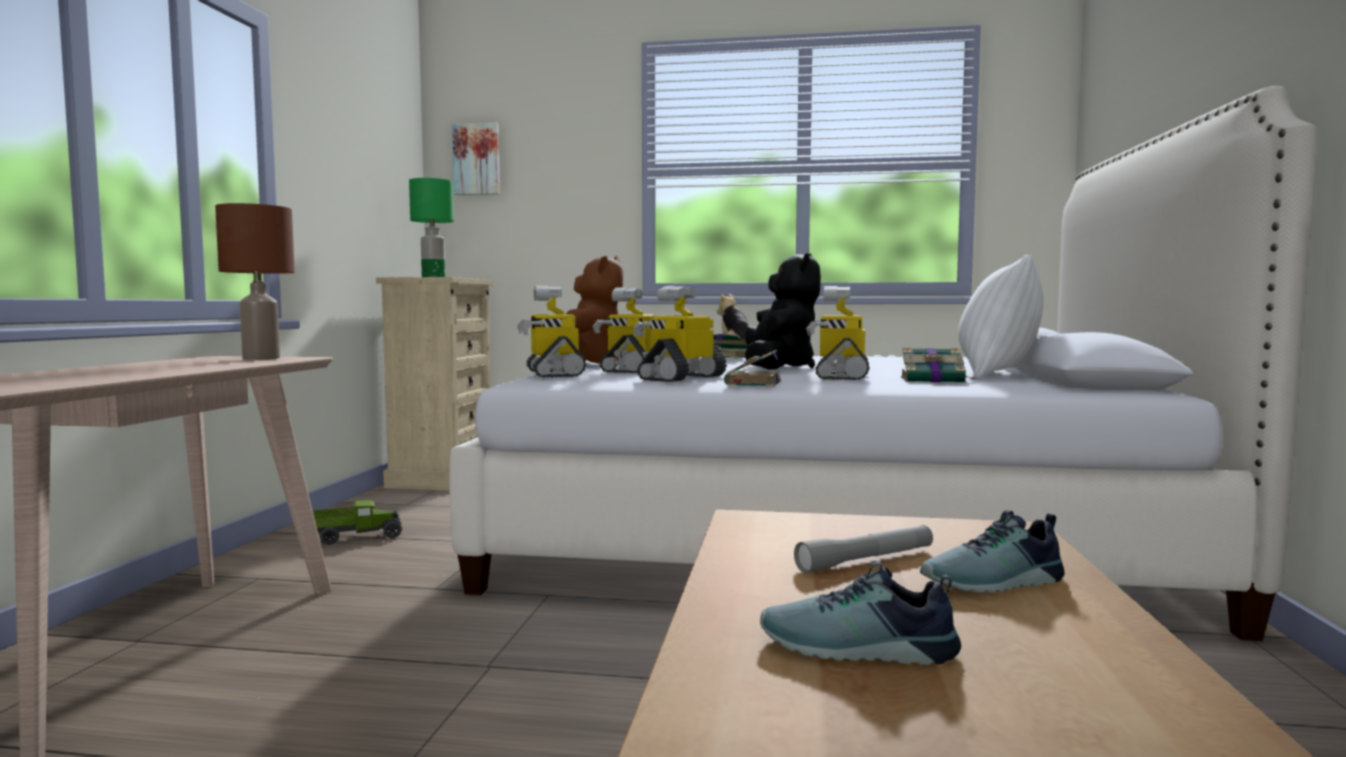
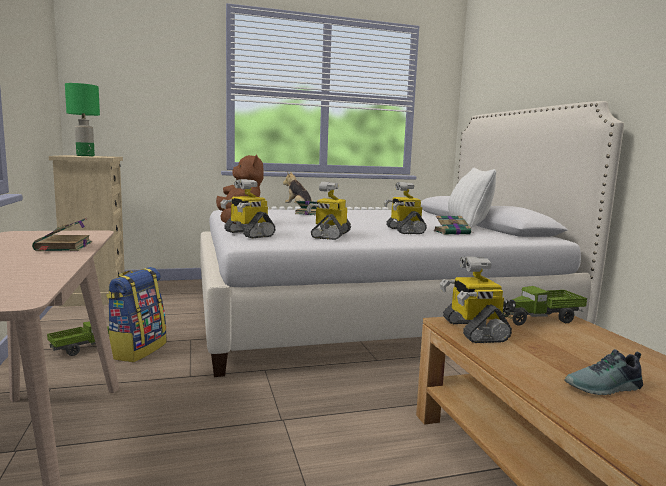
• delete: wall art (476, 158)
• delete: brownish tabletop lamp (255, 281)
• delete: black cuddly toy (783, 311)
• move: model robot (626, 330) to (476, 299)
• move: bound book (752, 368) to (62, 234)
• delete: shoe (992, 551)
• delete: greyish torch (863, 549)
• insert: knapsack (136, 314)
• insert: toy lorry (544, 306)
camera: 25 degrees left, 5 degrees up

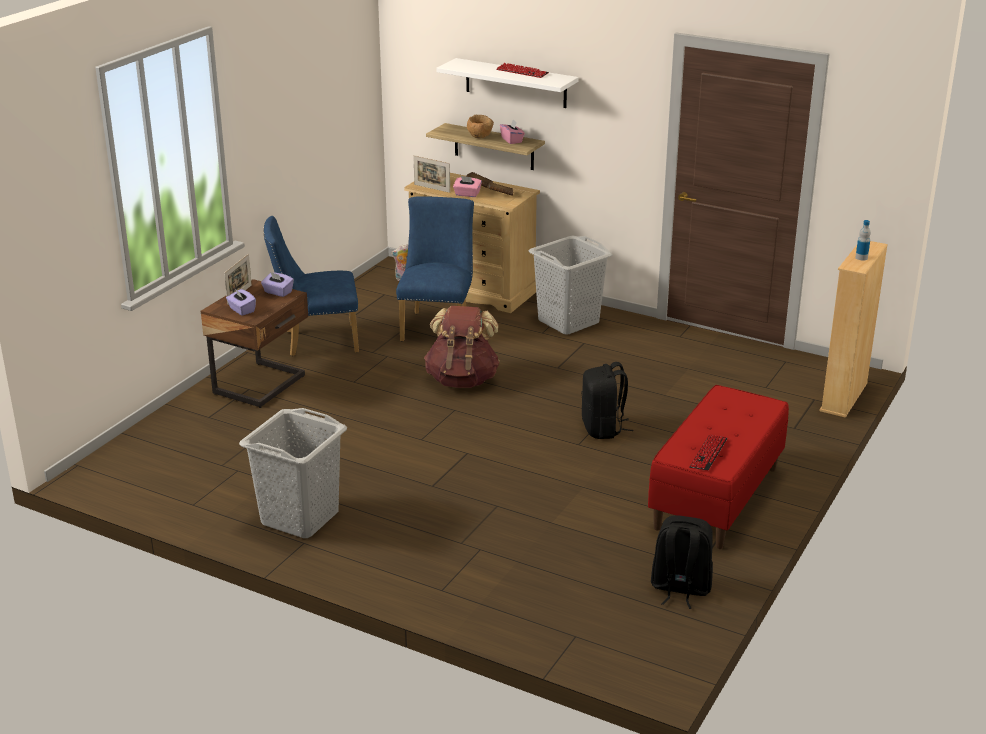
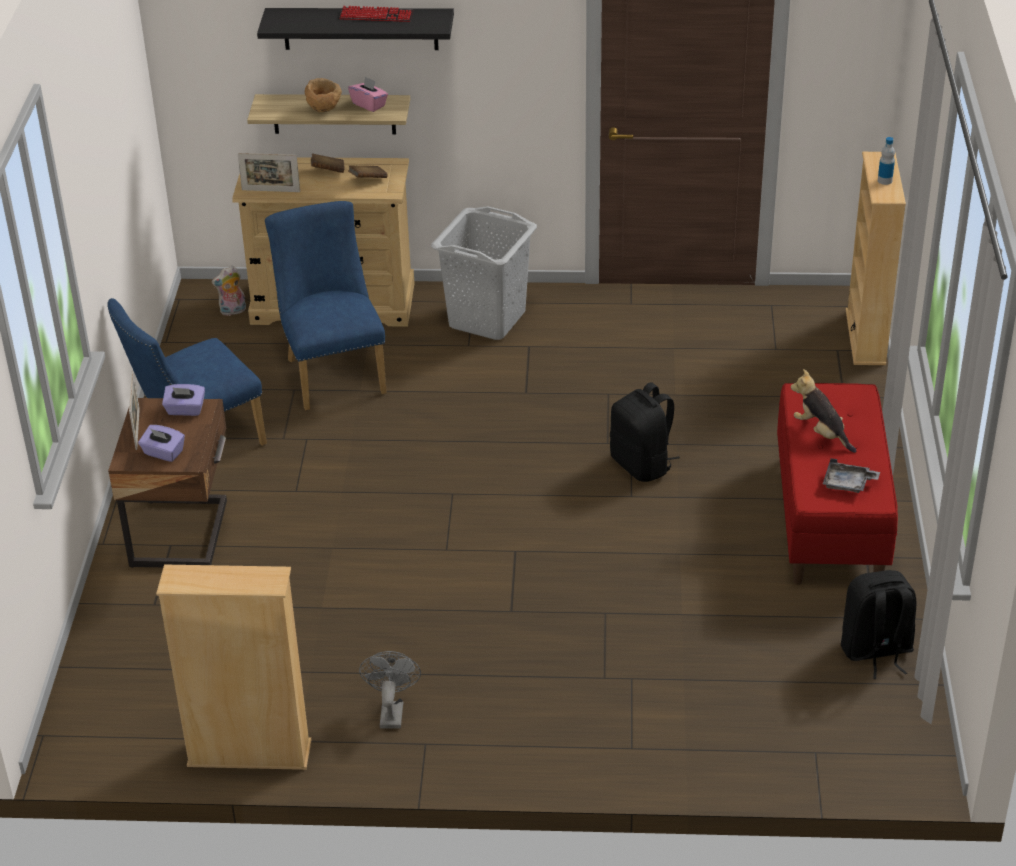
• recolor: whitish bracket shelf (507, 83) to black bracket shelf (355, 29)
• delete: pink tissue box (467, 186)
• delete: brownish knapsack (462, 347)
• replace: greyish laundry basket (293, 473) to greyish cooling fan (390, 690)
• replace: keyboard (708, 452) to greyish tray (851, 476)
• insert: cuddly toy (823, 411)
• insert: sand-coloured bookshelf (233, 667)
camera: 25 degrees left, 10 degrees up

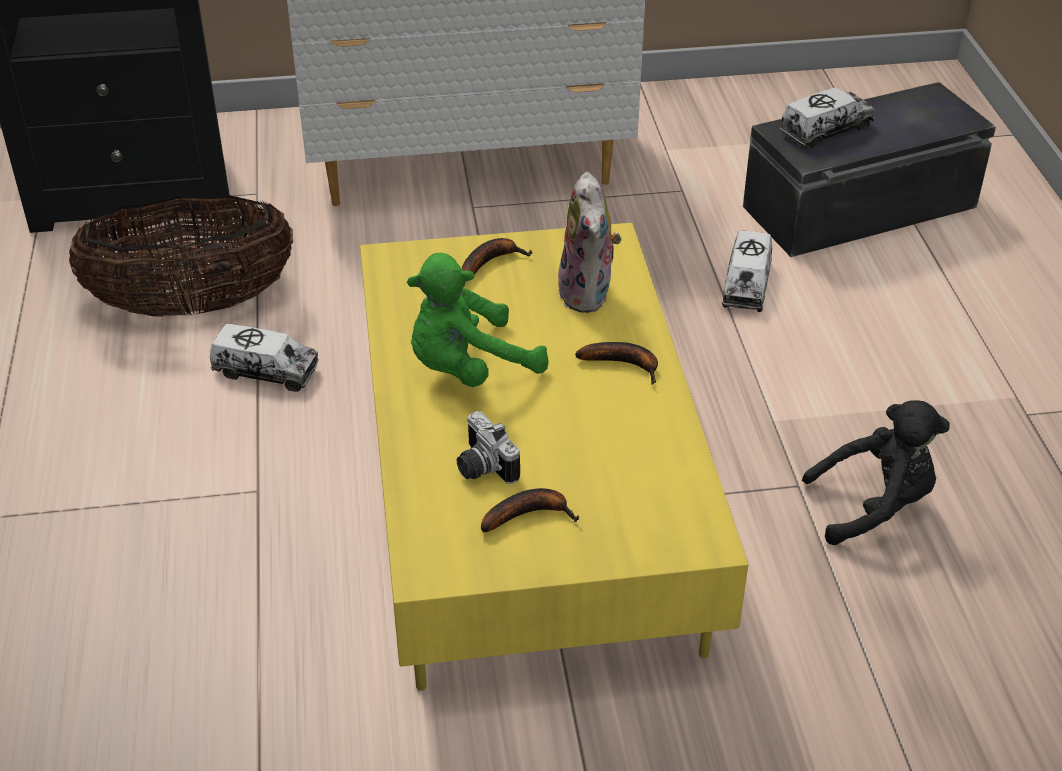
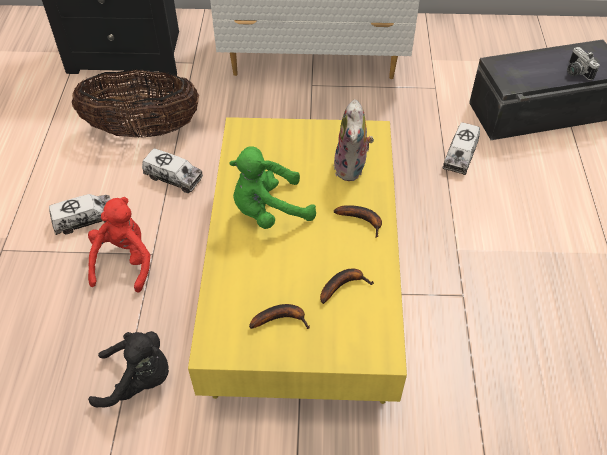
• move: toy lorry (827, 117) to (80, 214)
• move: banana (497, 256) to (347, 286)
• move: black cuddly toy (876, 472) to (128, 369)
• move: still camera (488, 447) to (583, 63)
• insert: reddish cuddly toy (119, 245)
camera: 10 degrees right, 10 degrees up

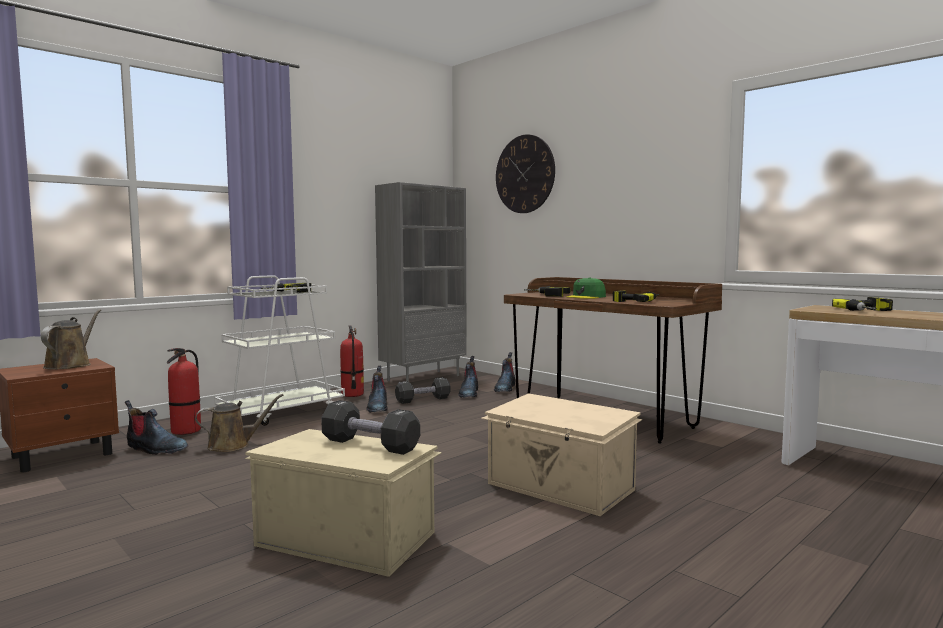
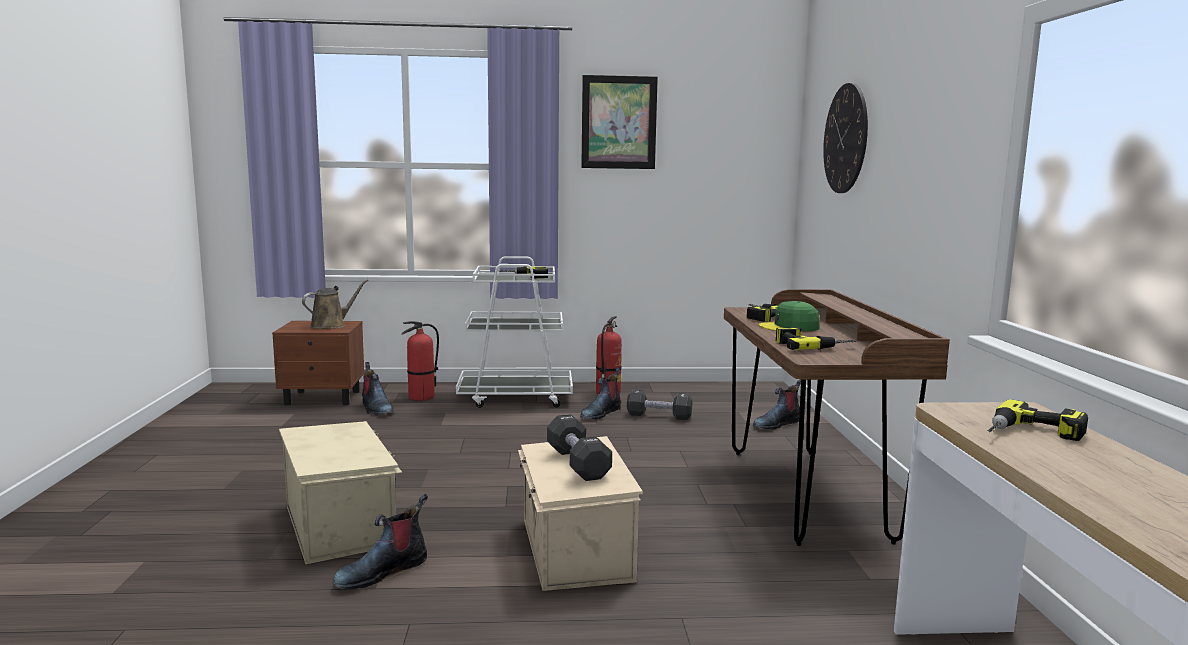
• delete: greyish bookshelf (421, 282)
• move: high-top boot (468, 377) to (380, 541)
• delete: brownish watering can (239, 423)
• move: black free weight (370, 427) to (579, 447)
• insert: wall art (619, 122)
camera: 40 degrees right, 5 degrees up

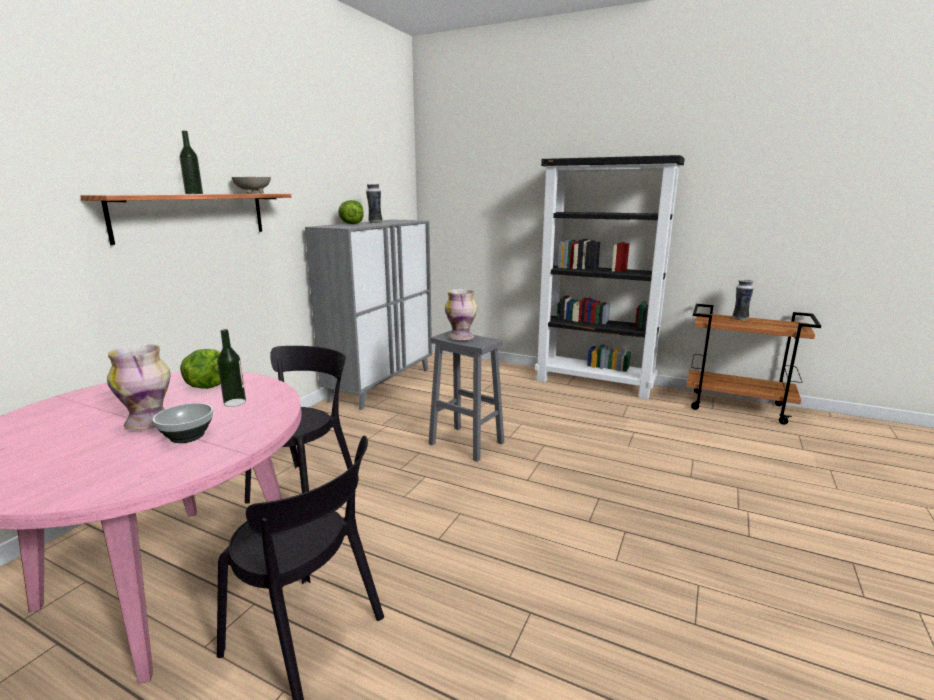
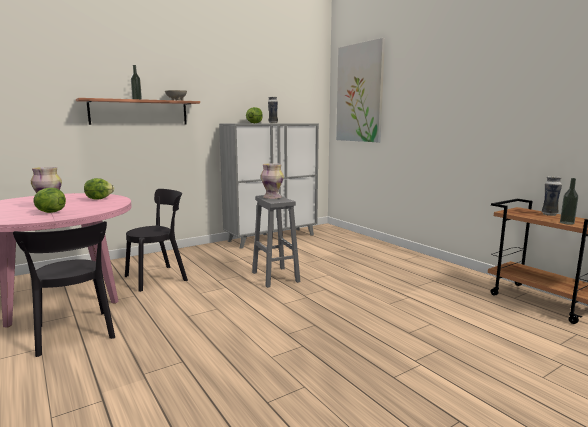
• delete: black bookshelf (610, 277)
• move: beverage bottle (231, 368) to (569, 201)
• replace: serving bowl (183, 423) to head of lettuce (49, 200)
• insert: wall art (360, 90)
camera: 30 degrees right, 5 degrees down

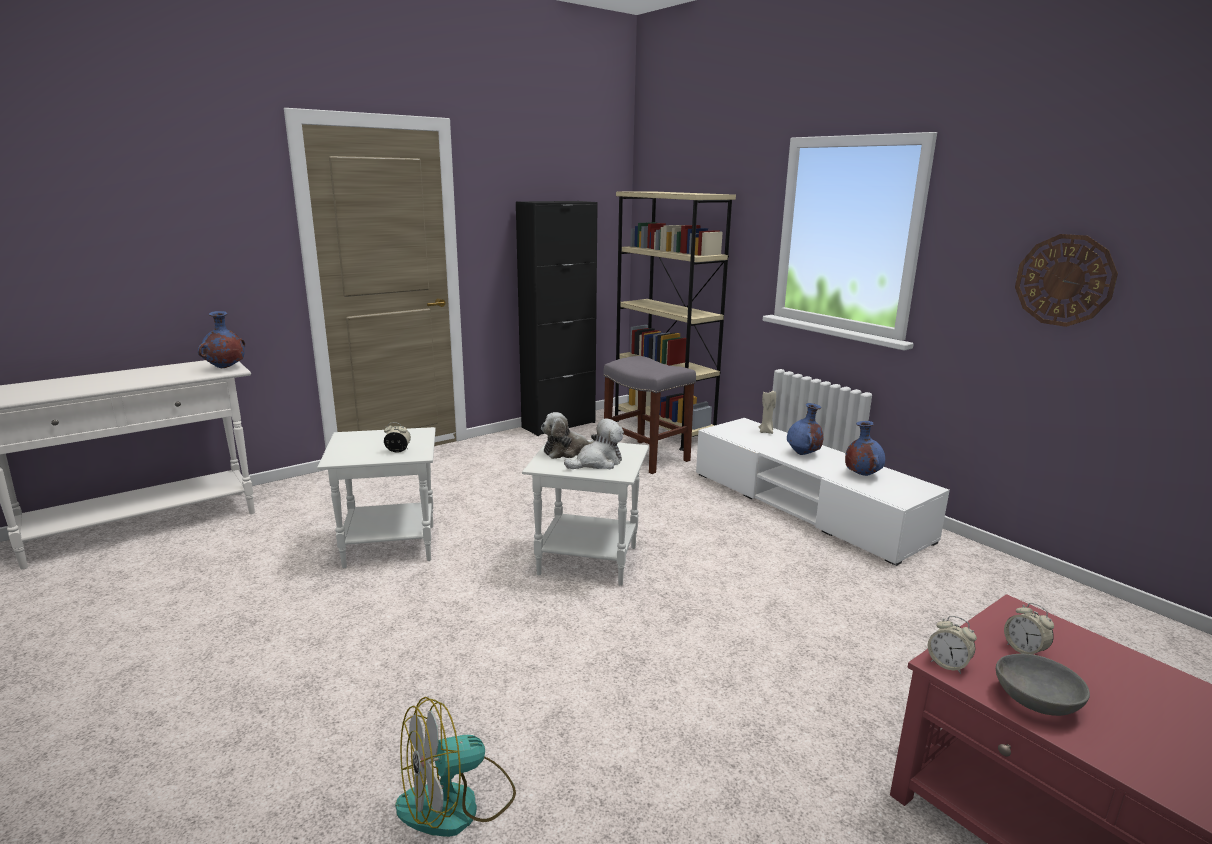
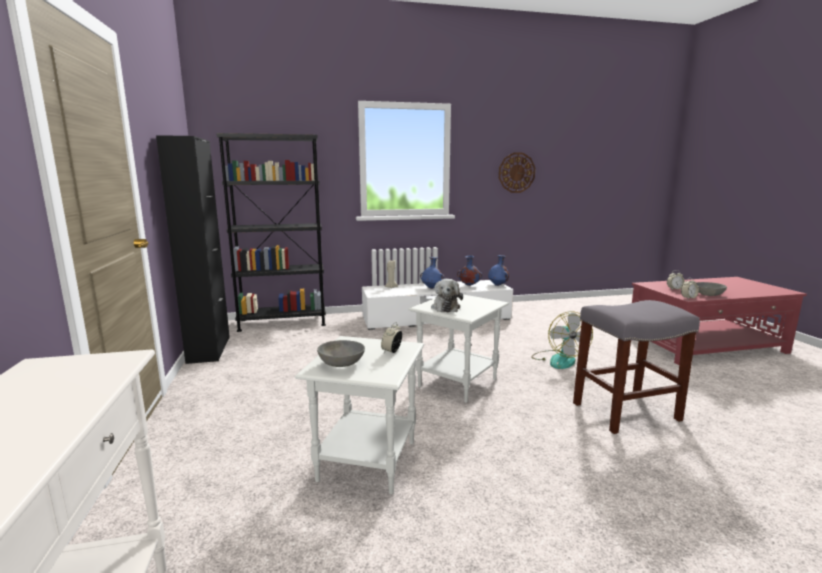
• recolor: sand-coloured bookshelf (675, 321) to black bookshelf (271, 232)
• move: bluish flower vase (221, 339) to (498, 270)
• move: greyish stool (649, 415) to (636, 367)
• delete: cuddly toy (594, 444)
• move: cooling fan (455, 767) to (562, 340)
• insert: greyish serving bowl (341, 353)
camera: 65 degrees left, 5 degrees down

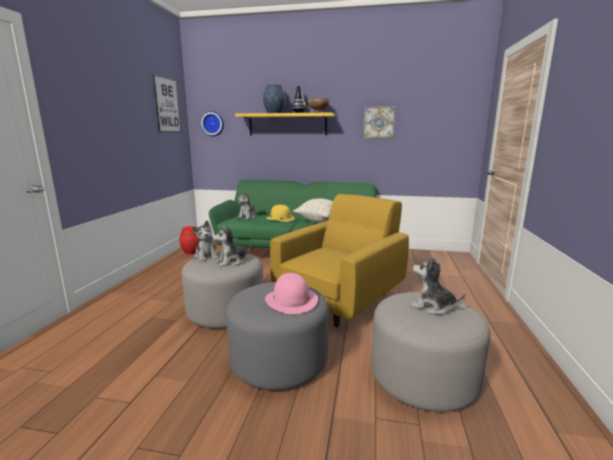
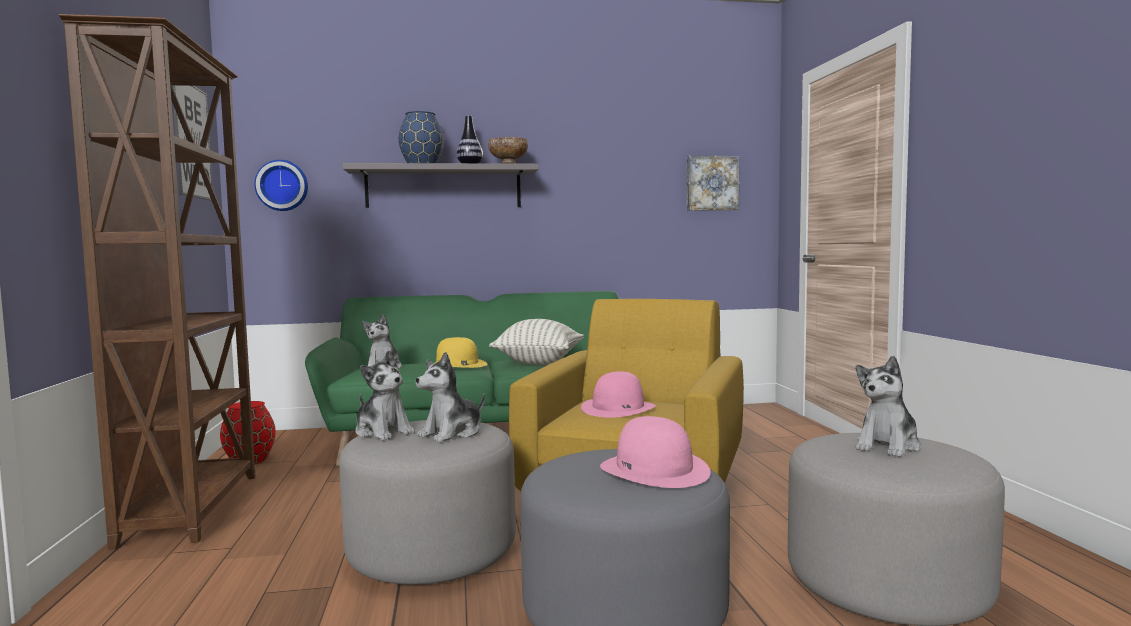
• move: wall art (379, 122) to (713, 183)
• recolor: yellow bracket shelf (285, 124) to greyish bracket shelf (440, 185)
• rotate: cuddly toy (438, 286) = (888, 406) 60 degrees counterclockwise
• insert: brownish bookshelf (157, 282)
• insert: pink hat (618, 394)
camera: 20 degrees left, 10 degrees down

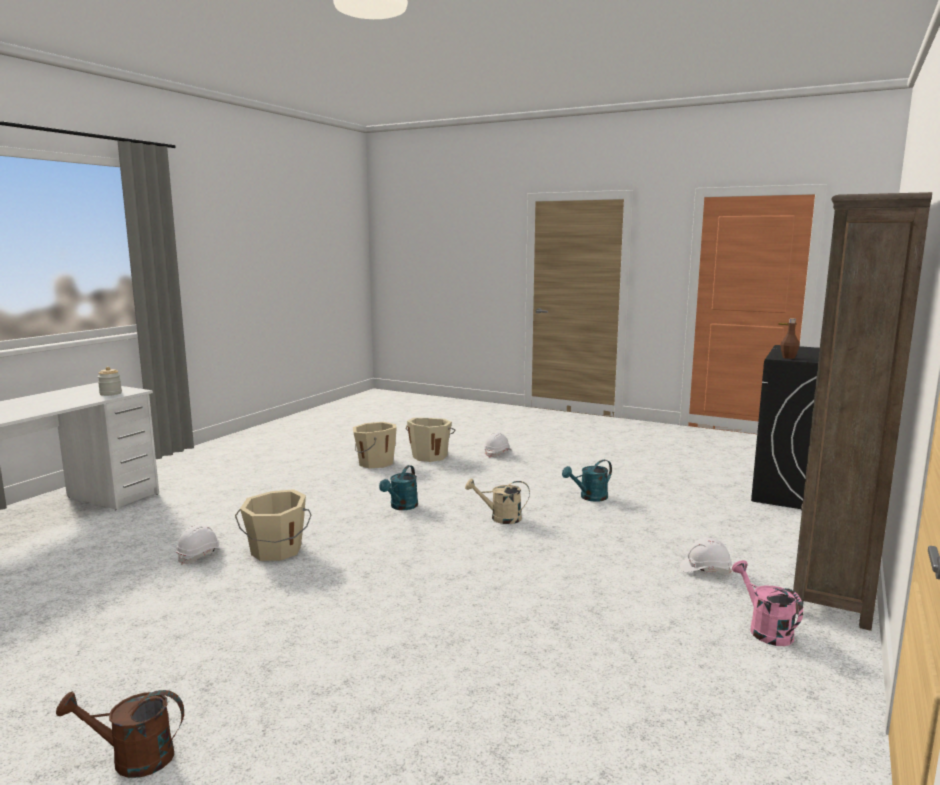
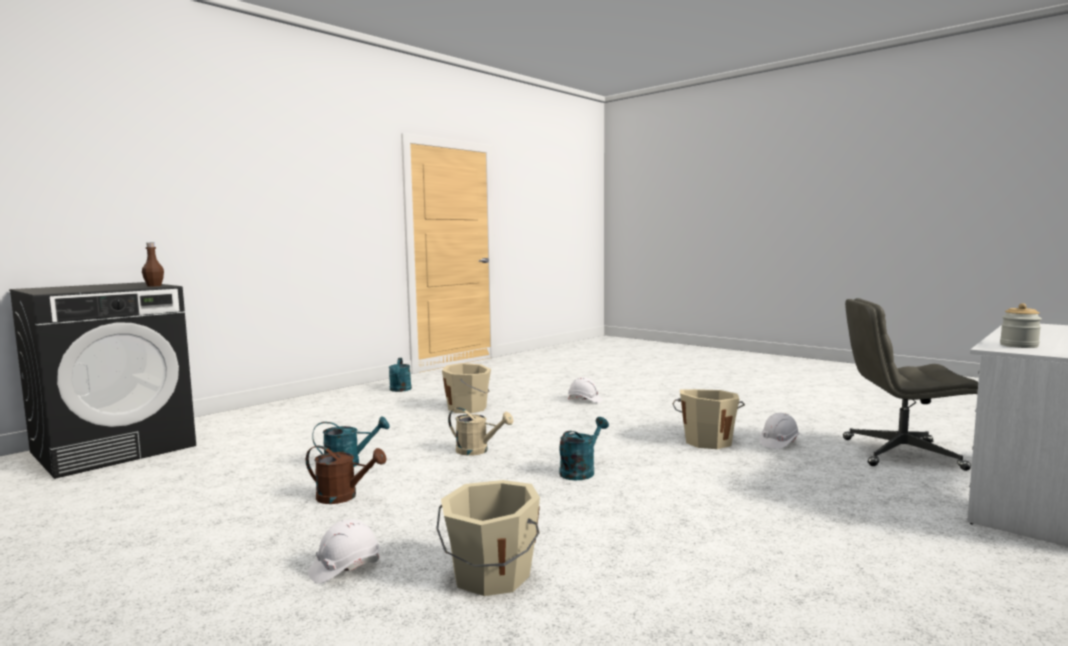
• delete: brownish bookshelf (862, 411)
• move: sand-coloured water bucket (375, 445) to (466, 388)
• move: whitish safety helmet (706, 556) to (585, 390)
• recolor: pink watering can (767, 603) to turquoise watering can (400, 375)
• move: brownish watering can (120, 734) to (346, 474)
• insert: greyish office chair (910, 384)
camera: 165 degrees left, 5 degrees down

